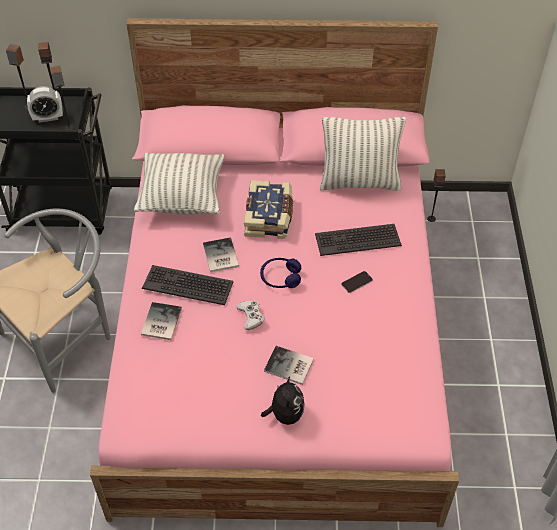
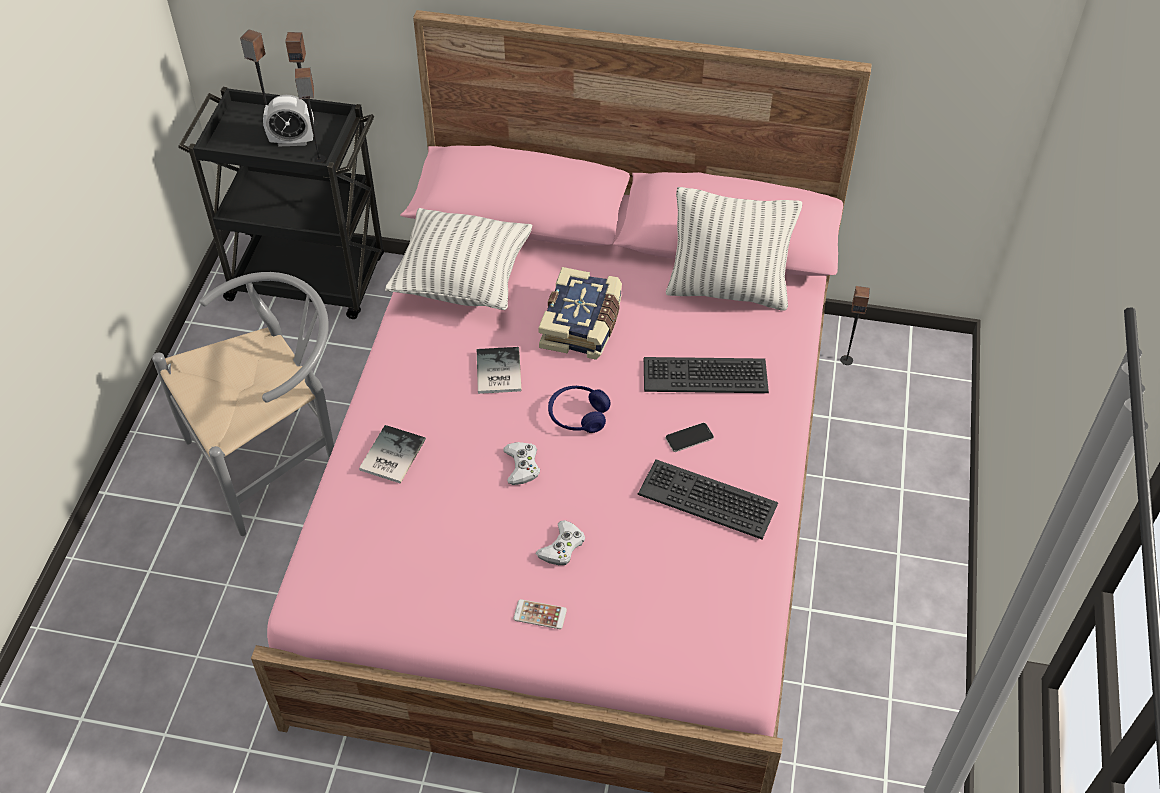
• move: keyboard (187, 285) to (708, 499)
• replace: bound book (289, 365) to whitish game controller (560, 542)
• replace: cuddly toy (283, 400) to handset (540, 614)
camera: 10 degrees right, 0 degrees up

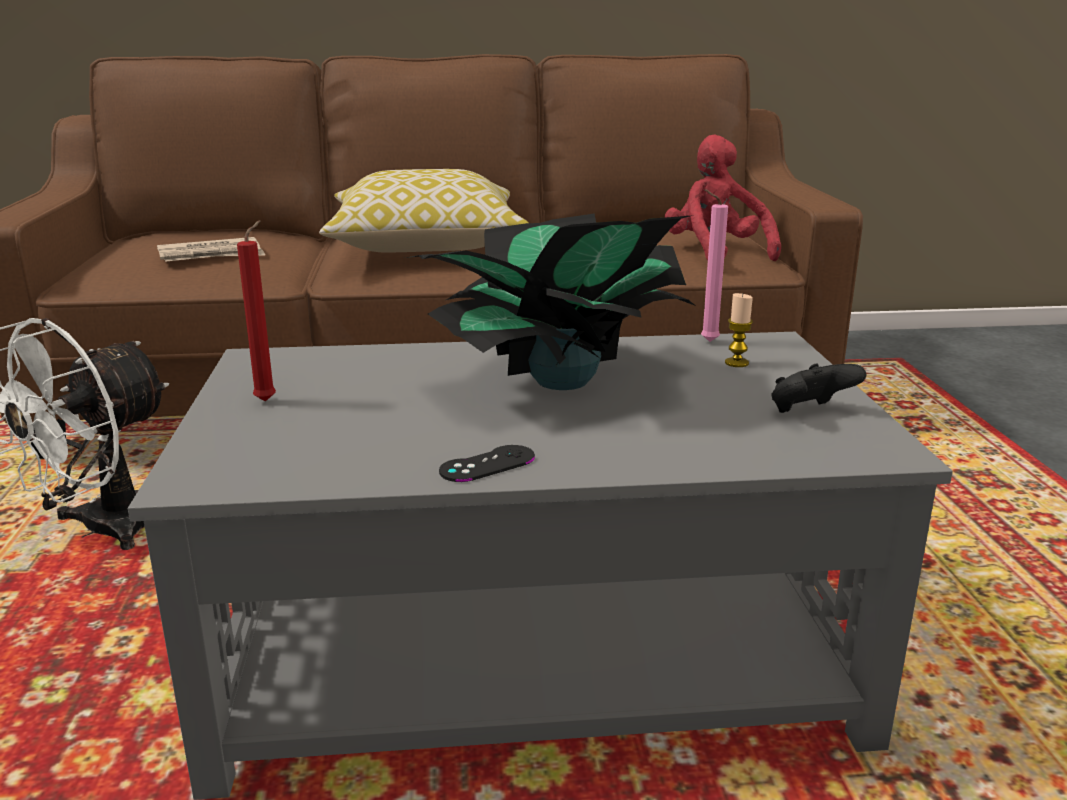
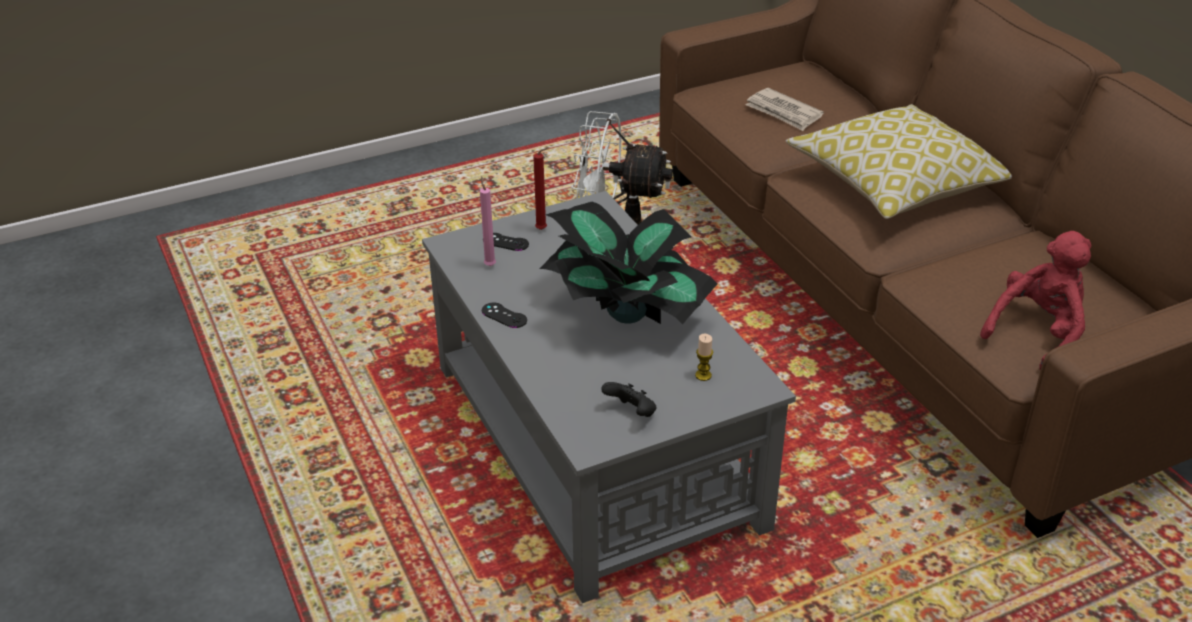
• move: pink wax candle (714, 265) to (488, 221)
• insert: black game controller (511, 242)
camera: 70 degrees right, 15 degrees up

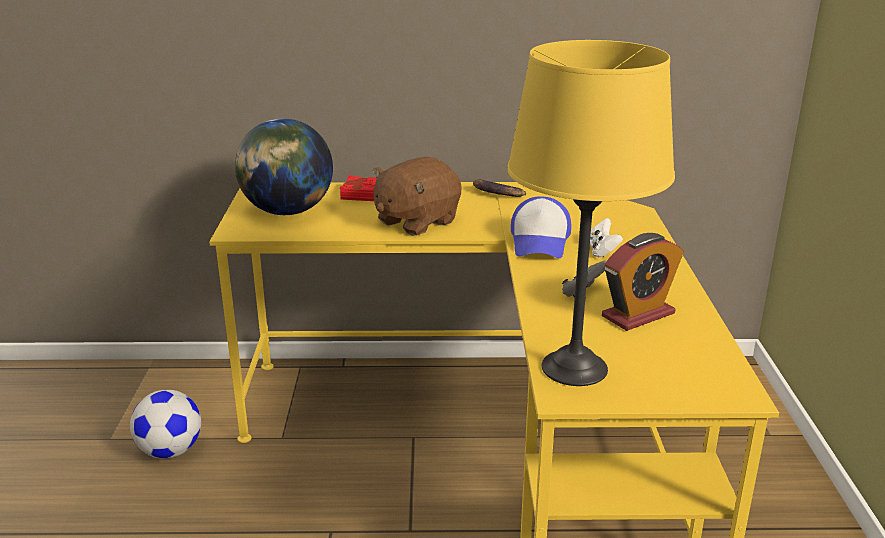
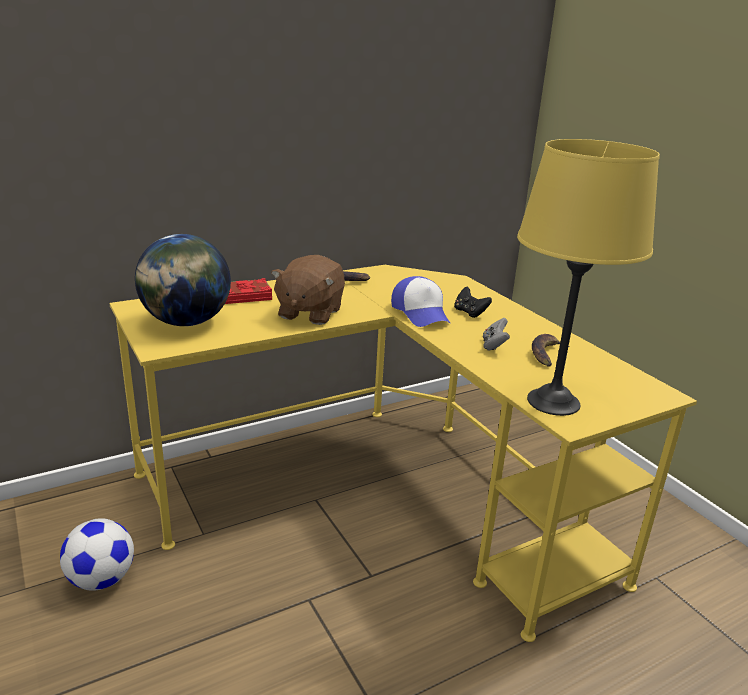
• recolor: whitish game controller (606, 238) to black game controller (473, 302)
• replace: bedside clock (643, 282) to banana (550, 350)
camera: 30 degrees left, 0 degrees up

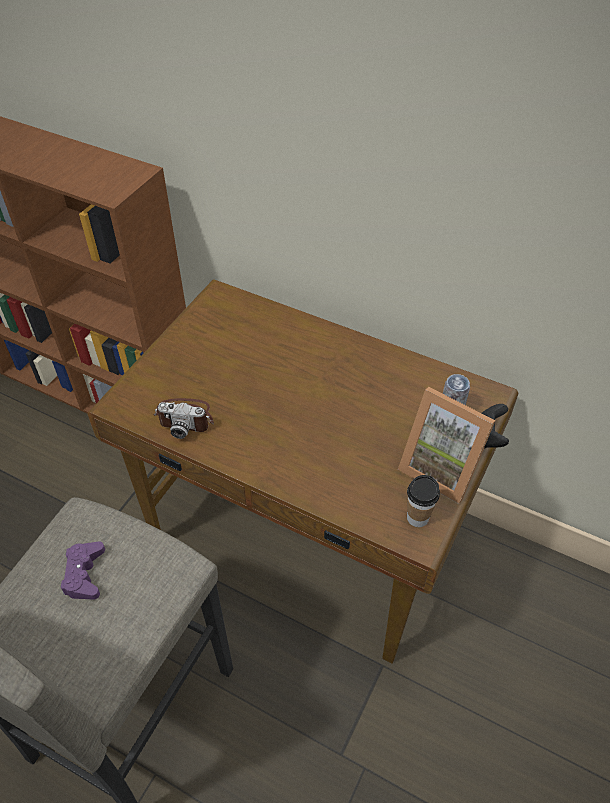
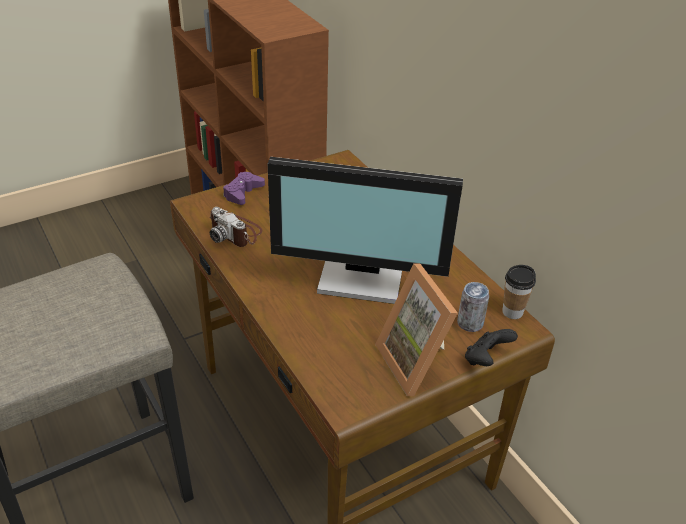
• move: small cup (423, 501) to (519, 292)
• move: purple-coloured game controller (83, 570) to (244, 188)
• insert: computer display (365, 230)
camera: 30 degrees right, 10 degrees down

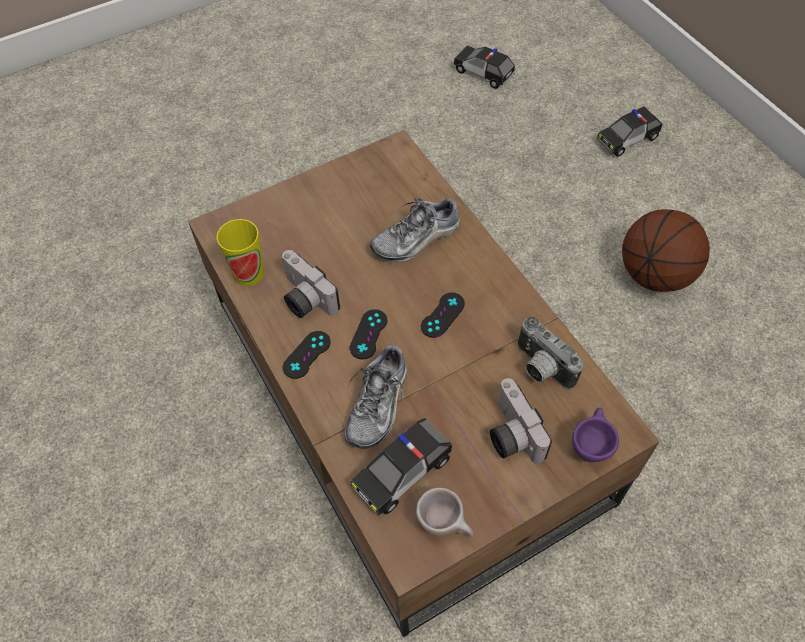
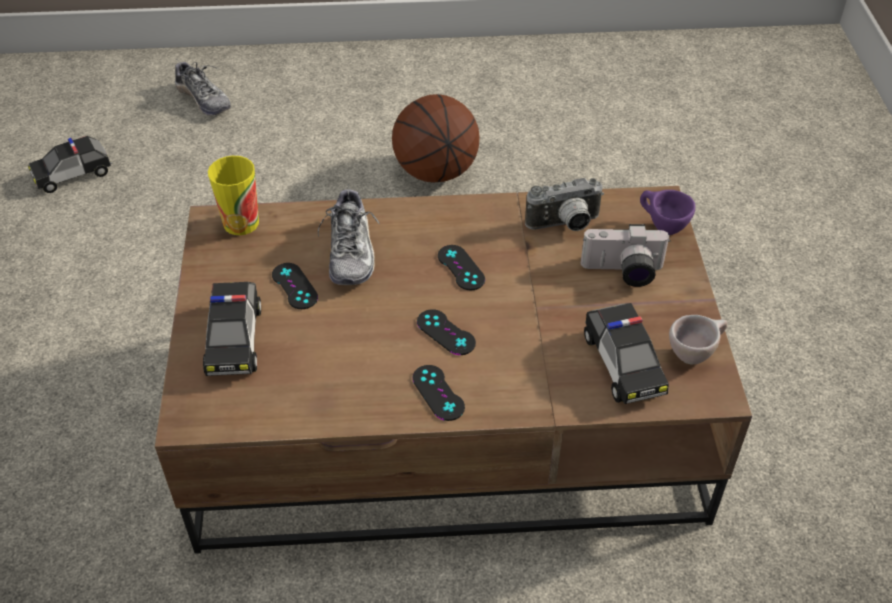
• move: miniature car (630, 131) to (232, 329)
• move: small cup (240, 252) to (233, 195)
• delete: still camera (311, 284)
• move: shoe (376, 395) to (203, 88)
• insert: black game controller (295, 286)
camera: 65 degrees left, 10 degrees down

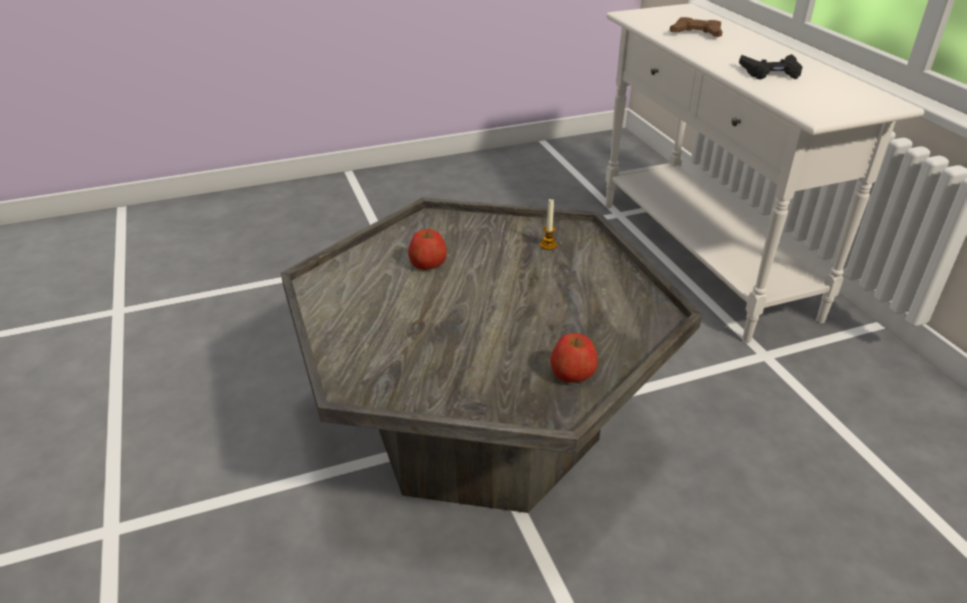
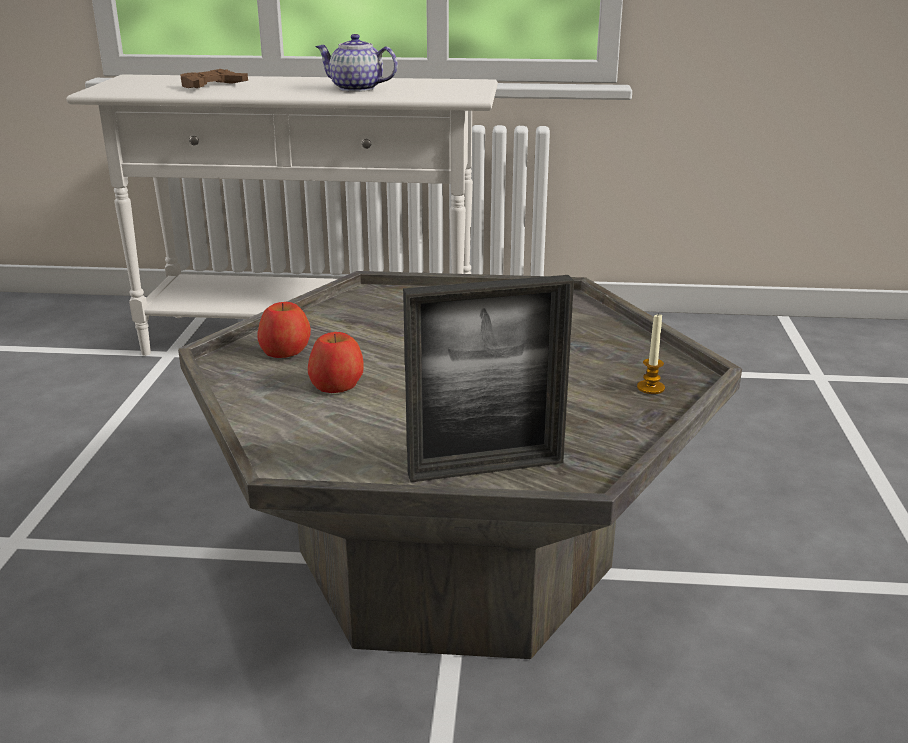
• replace: black game controller (770, 66) to teapot (356, 63)
• move: wax candle (549, 224) to (651, 353)
• move: apple (574, 358) to (284, 330)
• insert: standing frame (488, 378)
camera: 65 degrees left, 10 degrees down

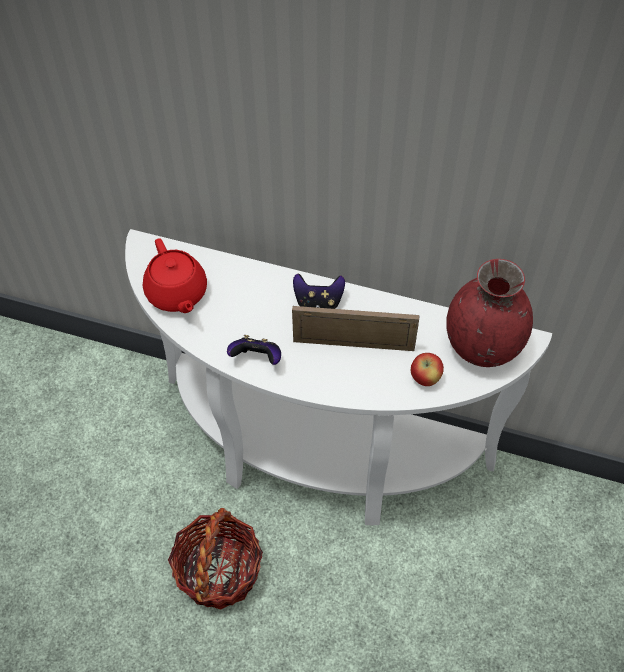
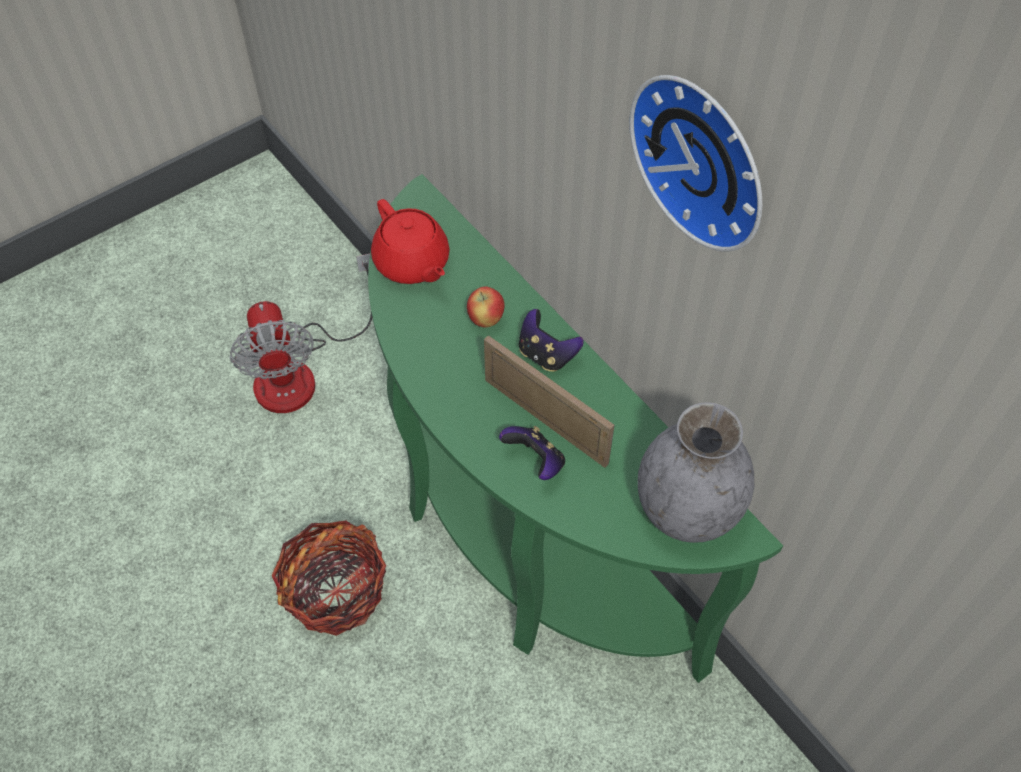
• recolor: whitish narrow table (338, 377) to green narrow table (575, 428)
• rotate: reddish teapot (175, 275) = (410, 241) 45 degrees counterclockwise
• recolor: reddish flower vase (489, 313) to greyish flower vase (695, 472)
• move: game controller (254, 350) to (532, 453)
• move: apple (427, 369) to (486, 306)
• insert: hanging clock (695, 163)
• insert: cooling fan (301, 333)
camera: 35 degrees right, 0 degrees up

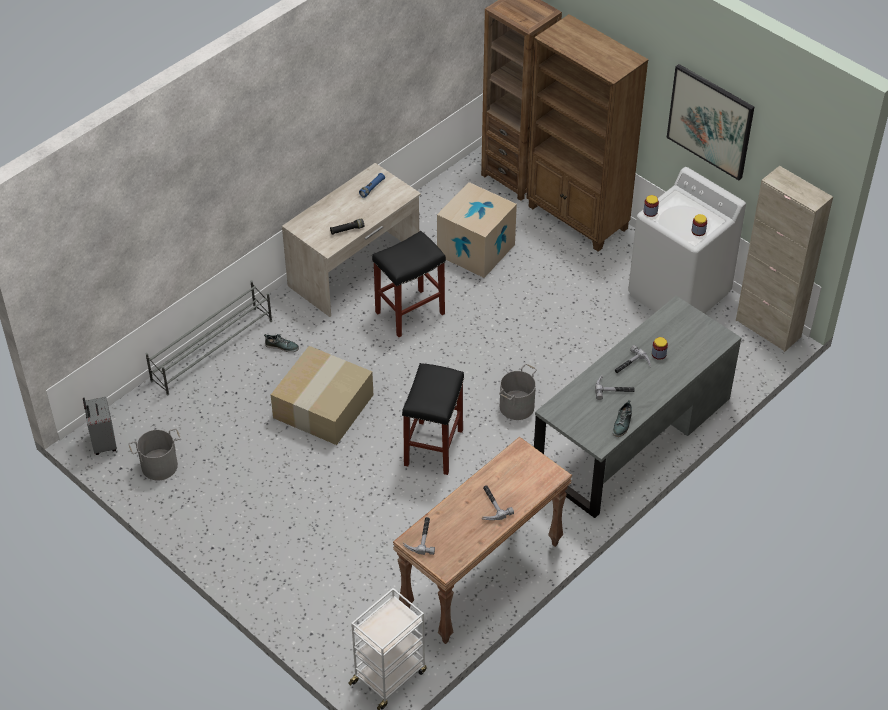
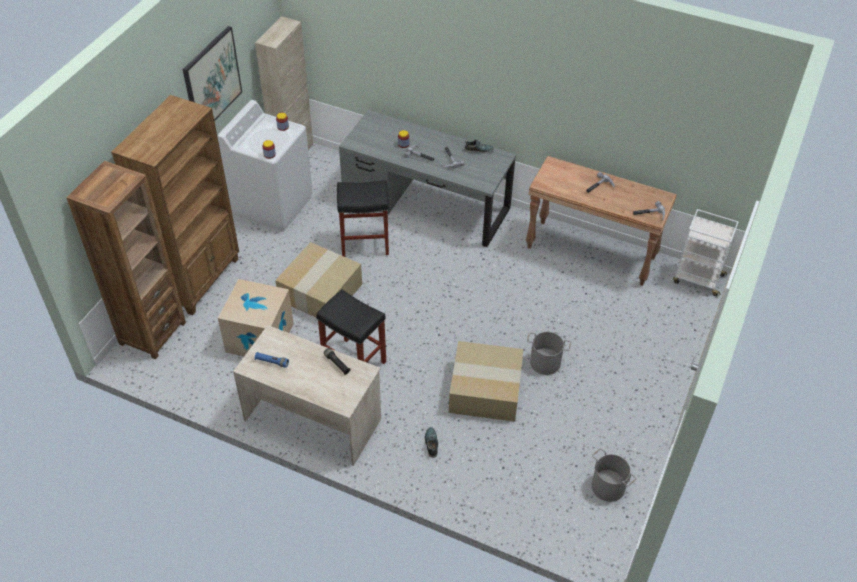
• delete: greyish shoe stand (209, 338)
• move: black stool (433, 419) to (363, 218)
• move: greyish water bucket (518, 392) to (549, 353)
• delete: greyish travel case (100, 426)
• insert: packing box (318, 280)
camera: 110 degrees left, 0 degrees up

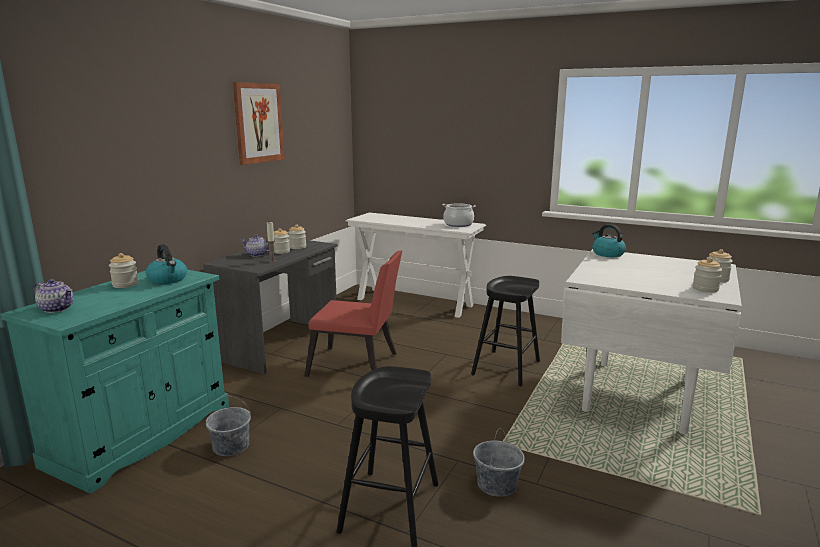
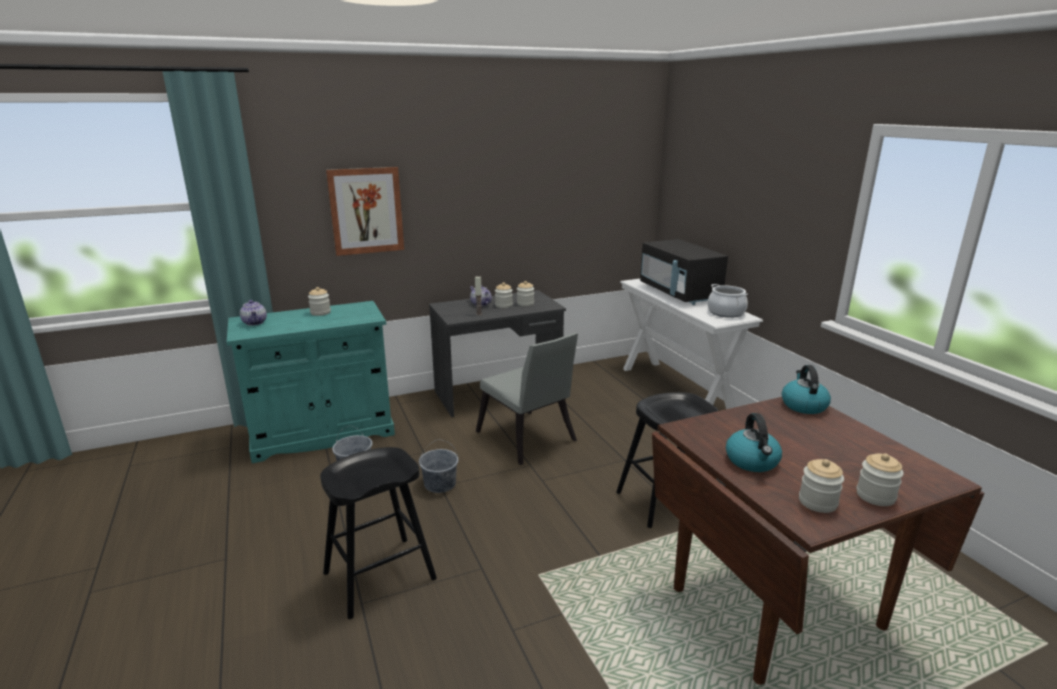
• move: wall art (259, 123) to (365, 211)
• move: water kettle (166, 264) to (754, 442)
• recolor: whitish dining table (651, 342) to brownish dining table (818, 541)
• recolor: reddish plain chair (353, 313) to greyish plain chair (527, 399)
• move: greyish water bucket (499, 462) to (438, 466)
• insert: black kitchen microwave (684, 272)
camera: 40 degrees right, 5 degrees up

